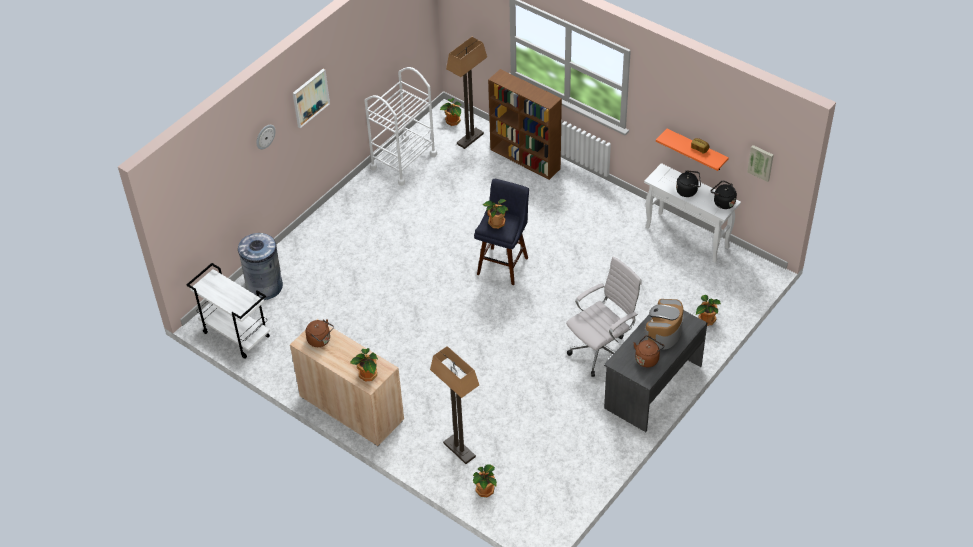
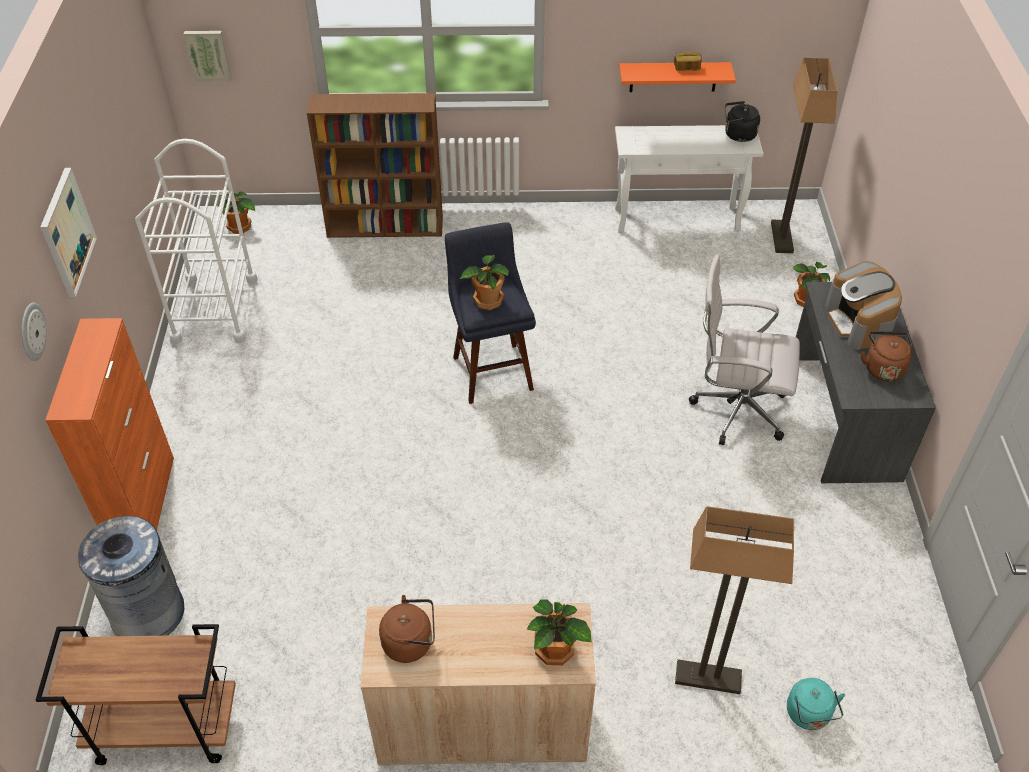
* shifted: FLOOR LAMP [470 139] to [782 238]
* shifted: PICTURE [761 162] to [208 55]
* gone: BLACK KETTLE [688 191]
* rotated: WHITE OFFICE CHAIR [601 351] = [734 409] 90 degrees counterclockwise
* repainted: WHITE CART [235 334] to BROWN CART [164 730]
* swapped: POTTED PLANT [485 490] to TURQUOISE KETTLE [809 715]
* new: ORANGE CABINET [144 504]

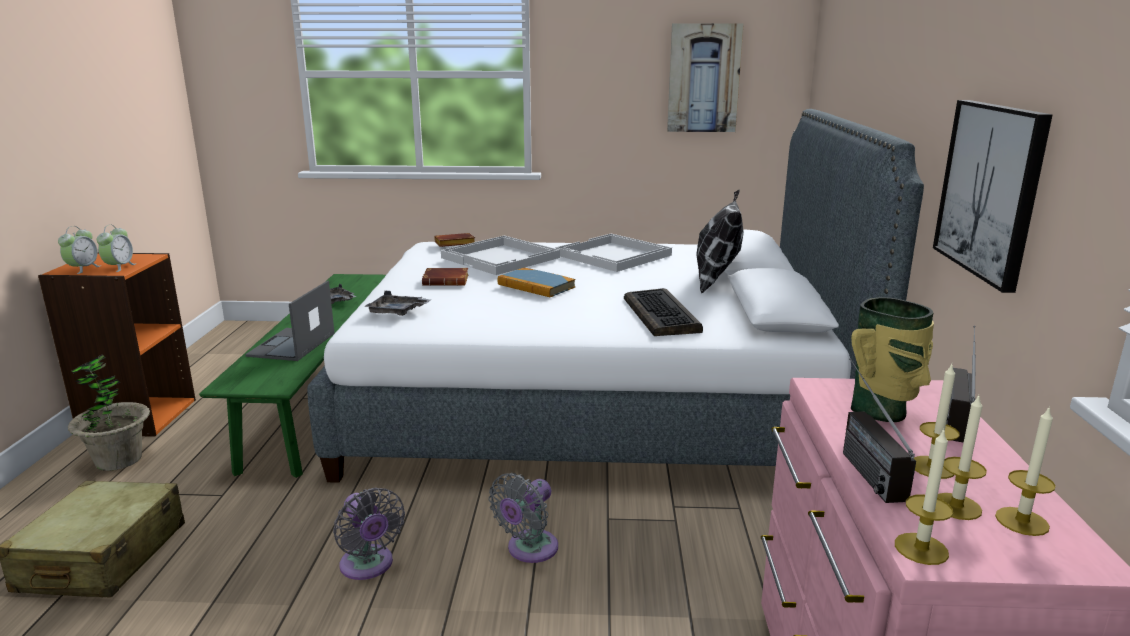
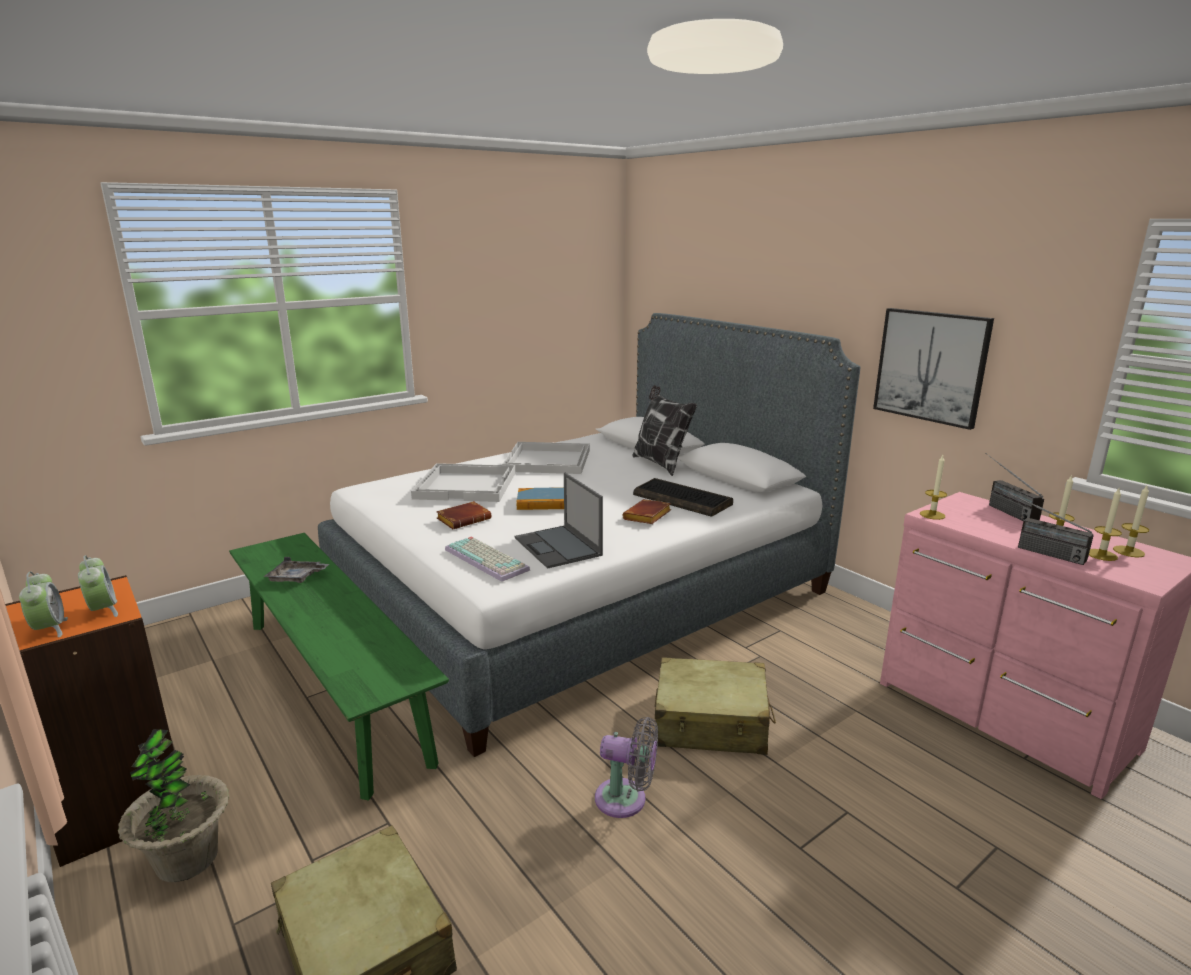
* gone: PICTURE [703 78]
* shifted: BROWN BOOK [454 244] to [648 517]
* shifted: LAPTOP [291 345] to [558 547]
* swapped: GREY TRAY [397 312] to KEYBOARD [488 559]
* gone: VASE [881 412]
* shifted: CANDLE [921 548] to [932 515]
* swapped: GREY FAN [529 550] to BEIGE SUITCASE [711 722]

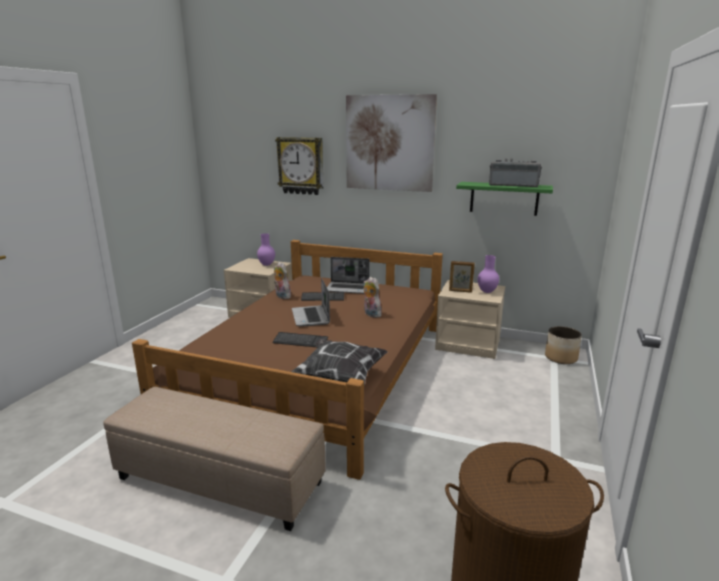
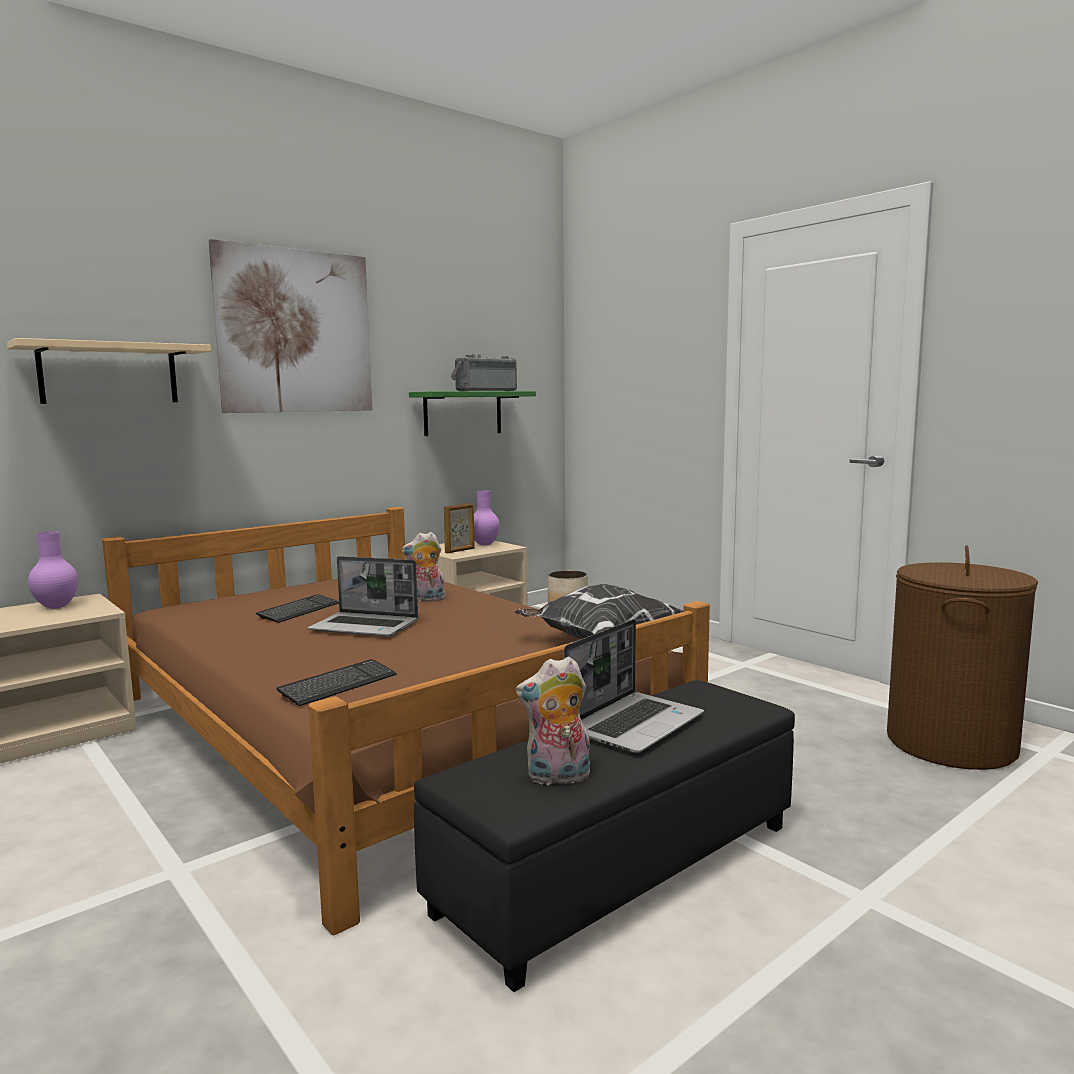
* swapped: WALL CLOCK [301 165] to BEIGE SHELF [109 374]
* shifted: LAPTOP [348 288] to [634 724]
* shifted: PLUSH TOY [281 296] to [557 778]
* shifted: KEYBOARD [300 341] to [338 685]
* repainted: BEIGE OTTOMAN [220 479] to BLACK OTTOMAN [618 867]

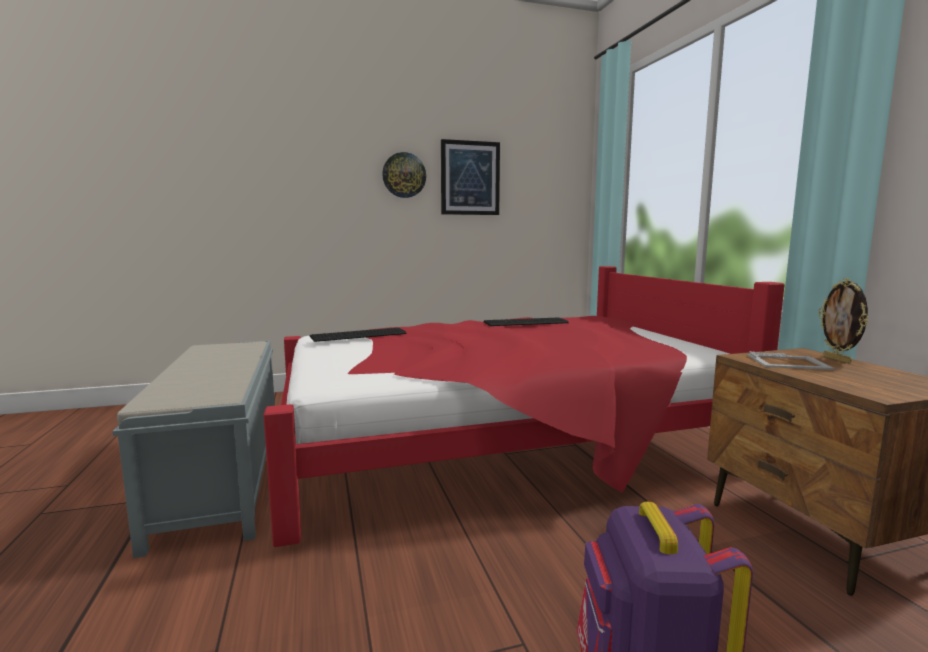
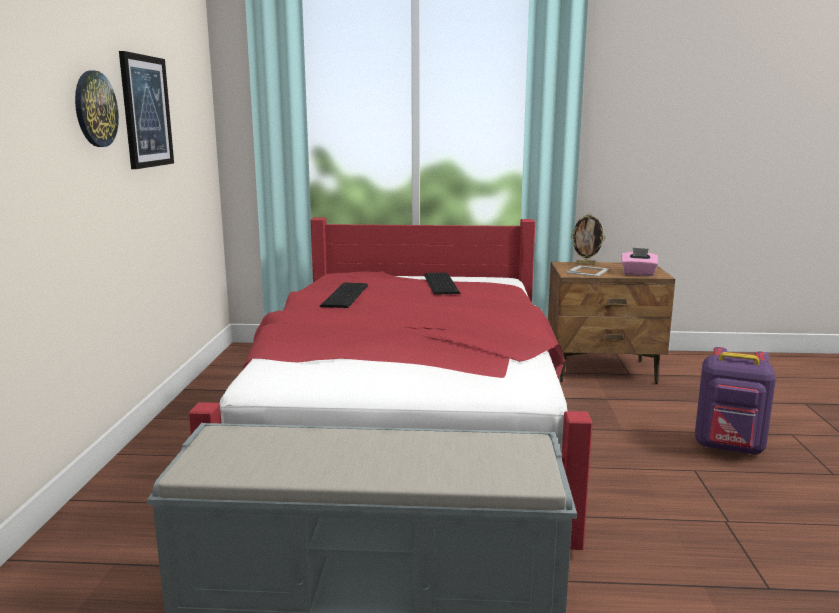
* shifted: KEYBOARD [360 335] to [442 283]
* new: PINK TISSUE BOX [638 274]

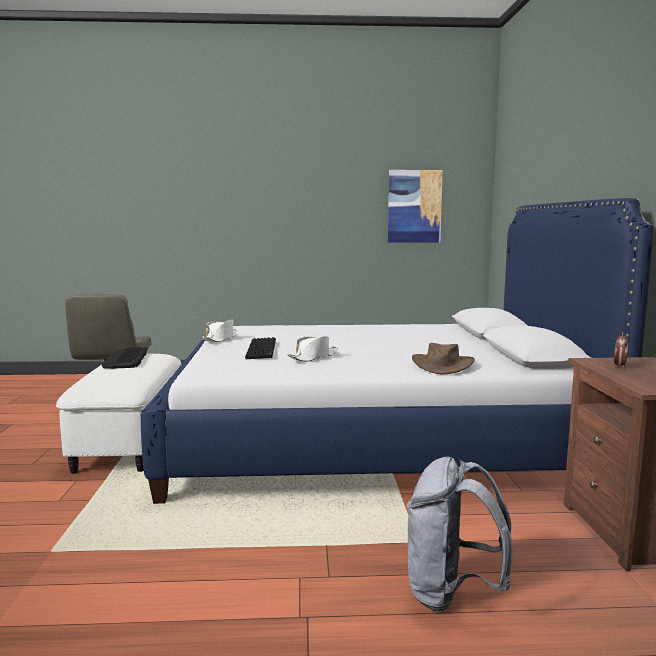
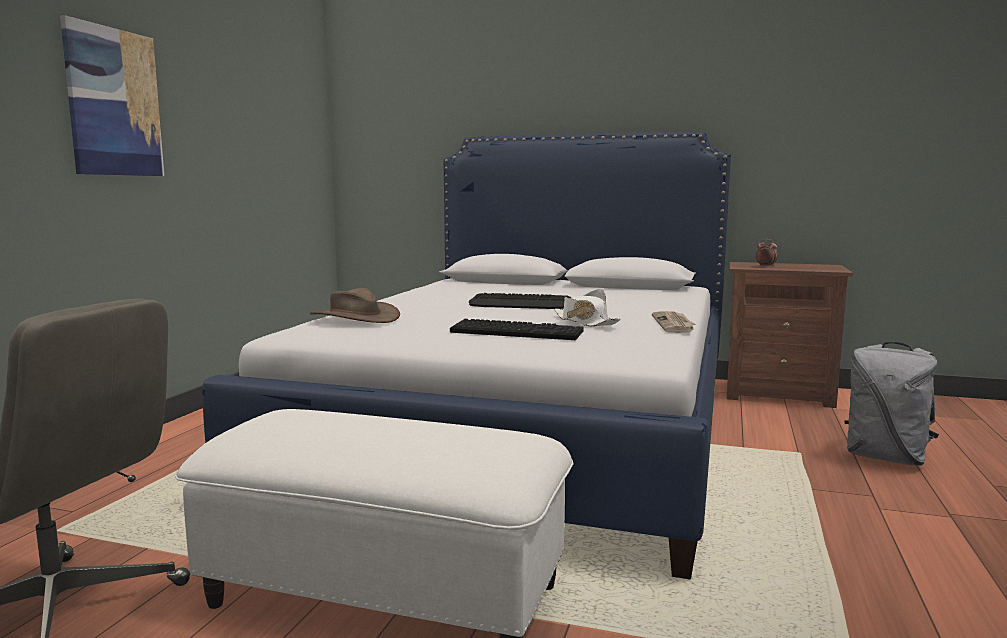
* shifted: PICTURE [414 206] to [114 102]
* gone: WHITE HAT [220 338]
* shifted: BROWN HAT [442 365] to [355 317]
* shifted: KEYBOARD [125 359] to [521 304]
* new: NEWSPAPER [674 324]

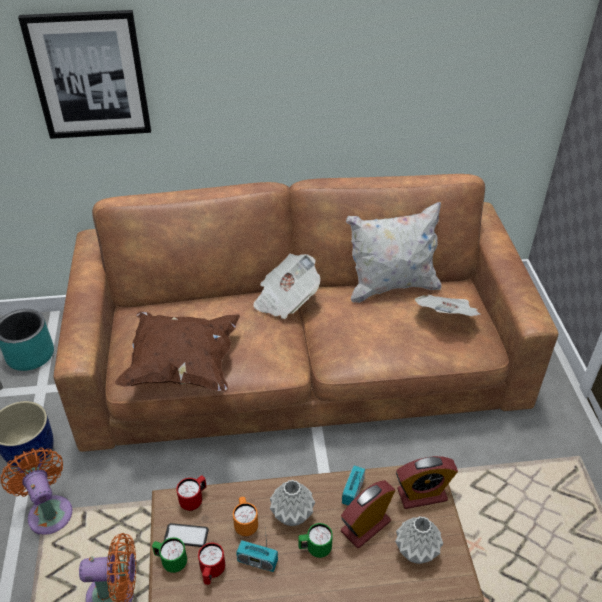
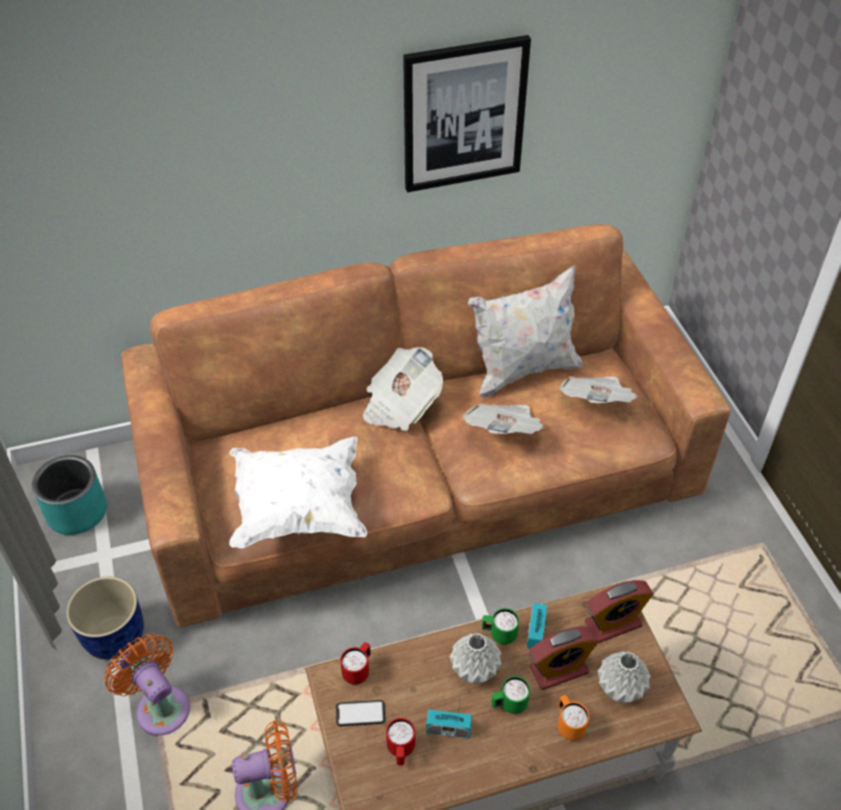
* shifted: PICTURE [89 76] to [464 114]
* repainted: BROWN PILLOW [182 366] to WHITE PILLOW [298 509]
* rotated: ALARM CLOCK [365 526] = [559 669] 150 degrees counterclockwise
* shifted: ORANGE MUG [245 524] to [568 725]
* shifted: GREEN MUG [171 562] to [499 634]
* new: NEWSPAPER [504 432]

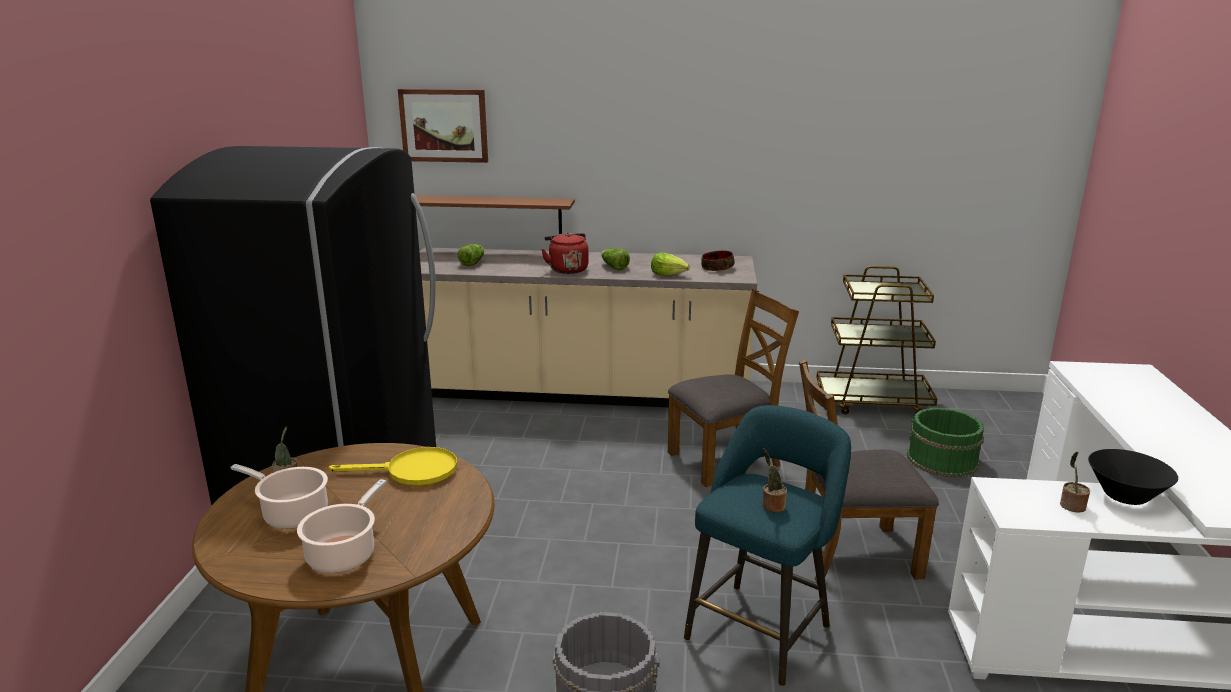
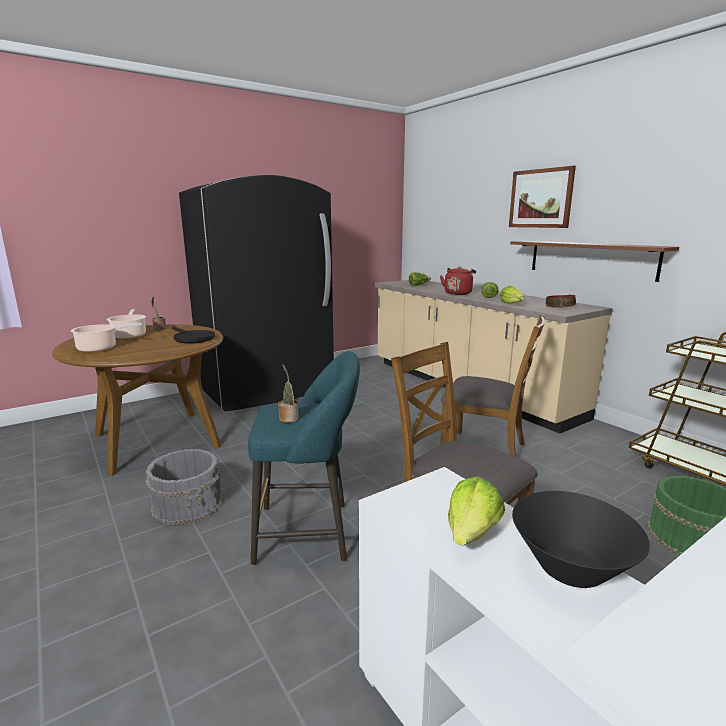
* shifted: PICTURE [444 125] to [541 198]
* shifted: BROWN SHELF [486 214] to [590 259]
* repainted: YELLOW FRYING PAN [412 471] to BLACK FRYING PAN [191 338]
* swapped: POTTED PLANT [1071 506] to LETTUCE [472 532]

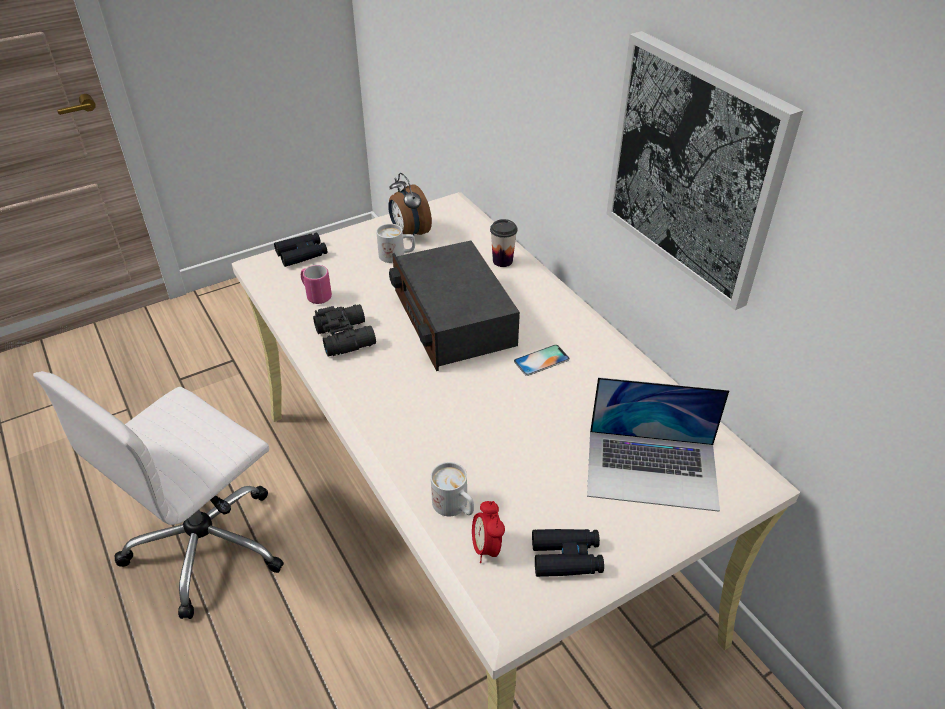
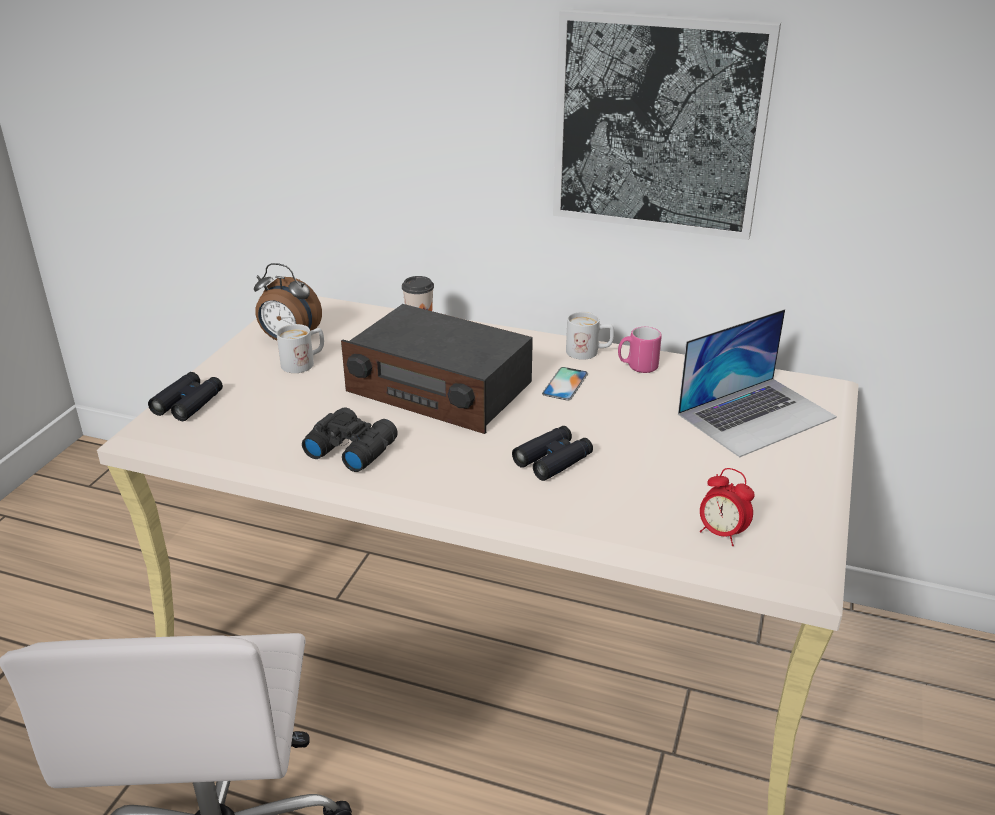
* shifted: PINK MUG [316 295] to [637 367]
* shifted: WHITE MUG [455 507] to [589 352]
* shifted: BLACK BINOCULARS [566 557] to [553 460]

